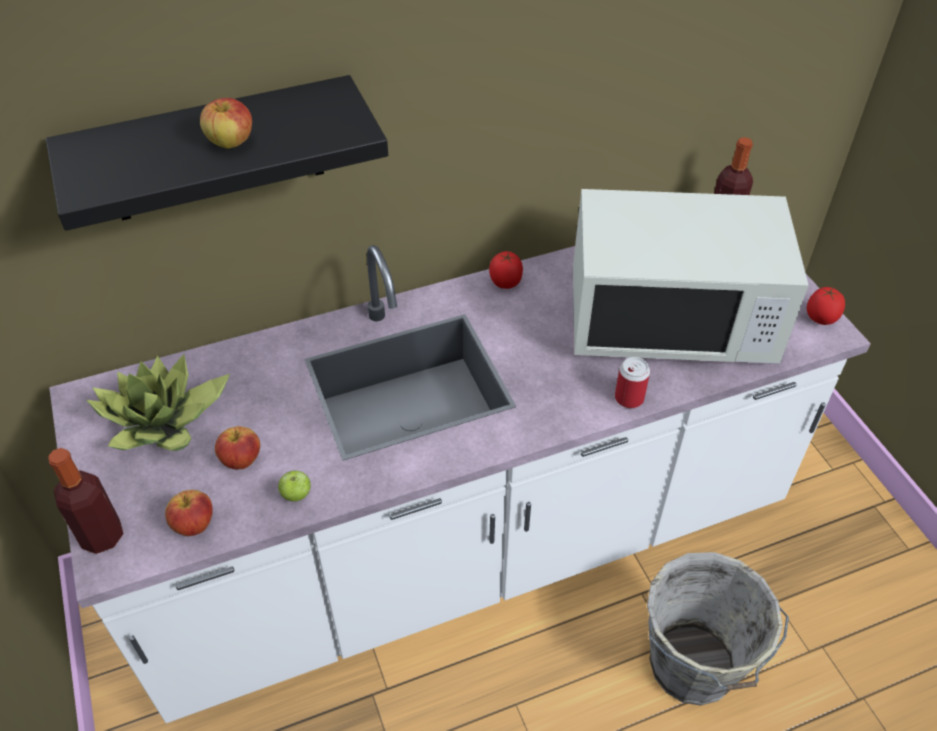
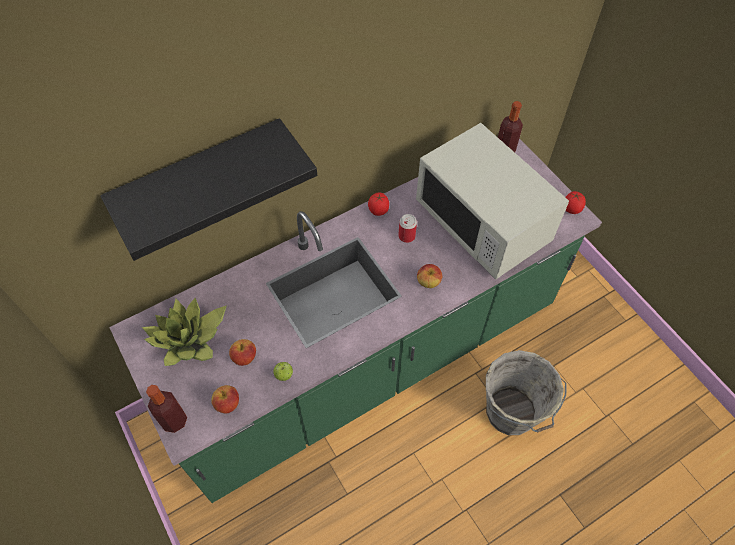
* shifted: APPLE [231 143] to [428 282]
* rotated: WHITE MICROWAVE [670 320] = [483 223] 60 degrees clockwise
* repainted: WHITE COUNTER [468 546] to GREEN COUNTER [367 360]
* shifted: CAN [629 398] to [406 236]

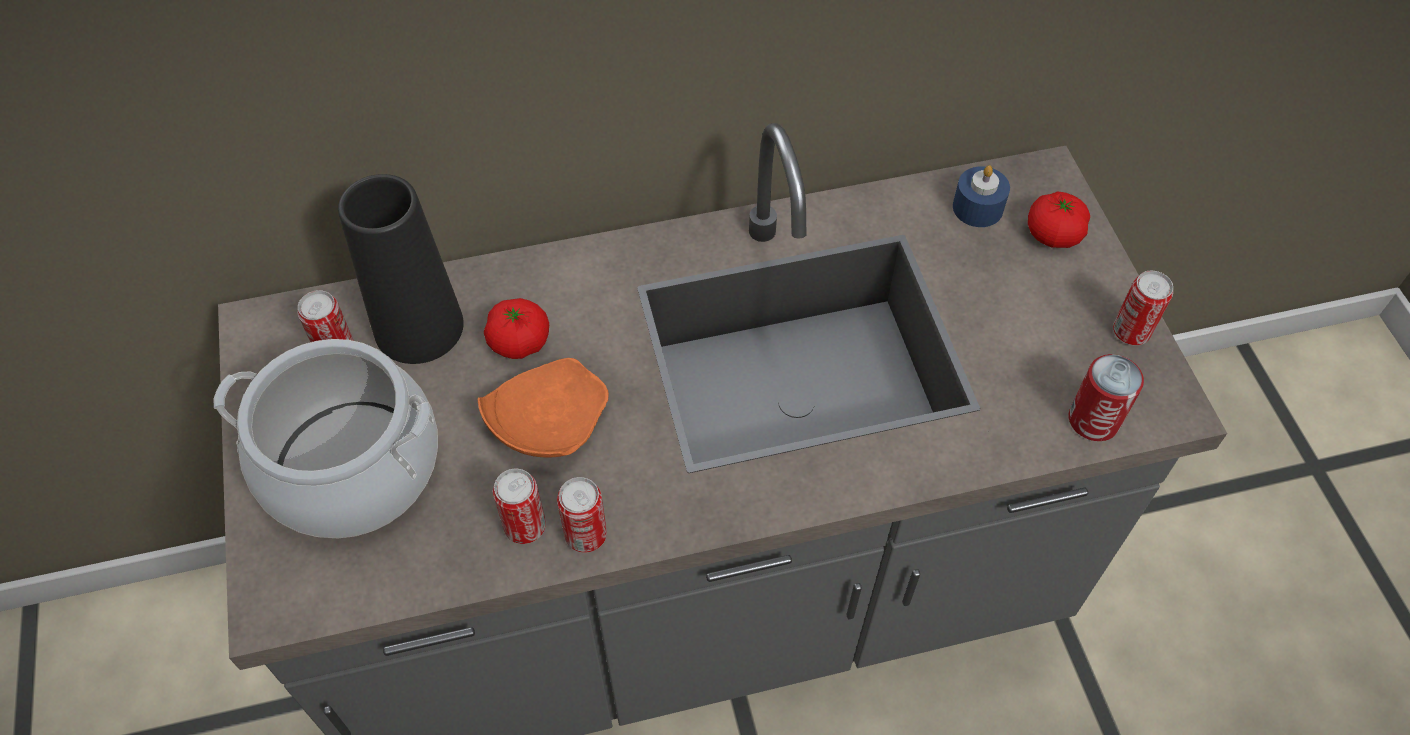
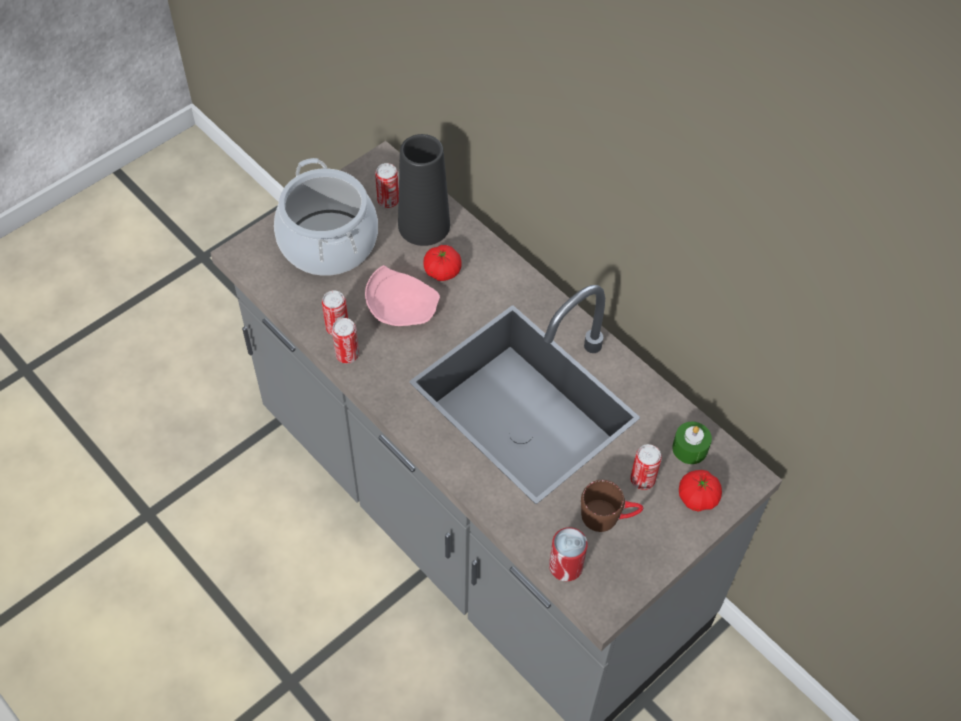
* repainted: BLUE CANDLE [977 208] to GREEN CANDLE [690 448]
* shifted: CAN [1131 332] to [642 480]
* repainted: ORANGE PLATE [546 422] to PINK PLATE [401 307]
* new: BROWN MUG [609 516]

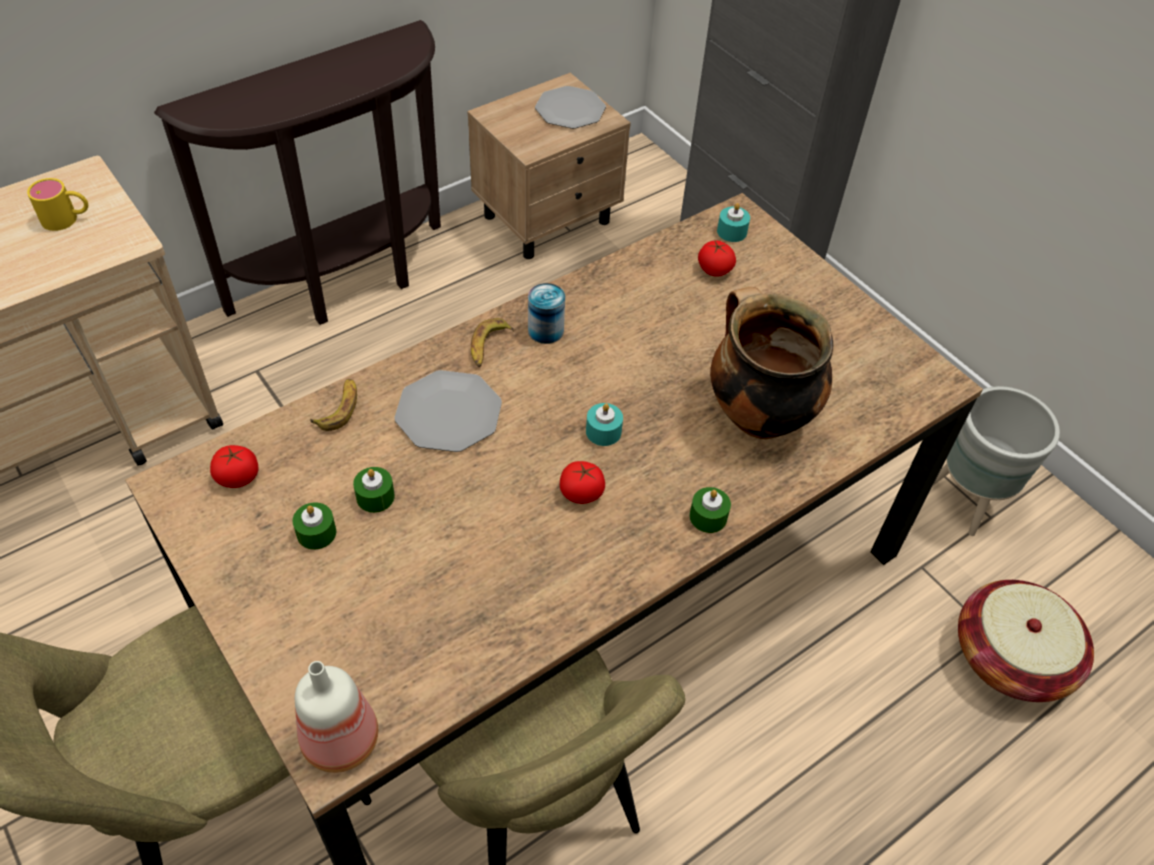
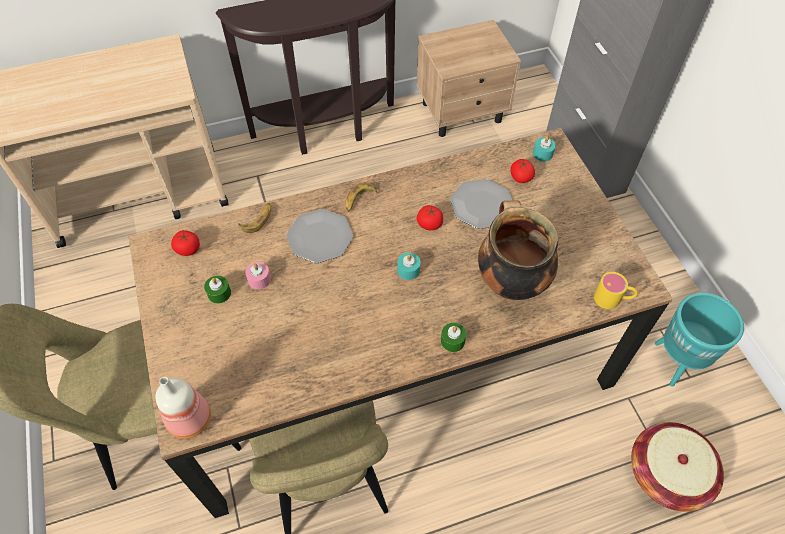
* shifted: PLATE [570 109] to [482 205]
* shifted: YELLOW MUG [67 219] to [613 299]
* gone: CAN [545 330]
* repainted: GREY PLANTER [968 502] to TURQUOISE PLANTER [677 363]
* shifted: TOMATO [581 493] to [429 224]
* repainted: GREEN CANDLE [375 497] to PINK CANDLE [259 279]

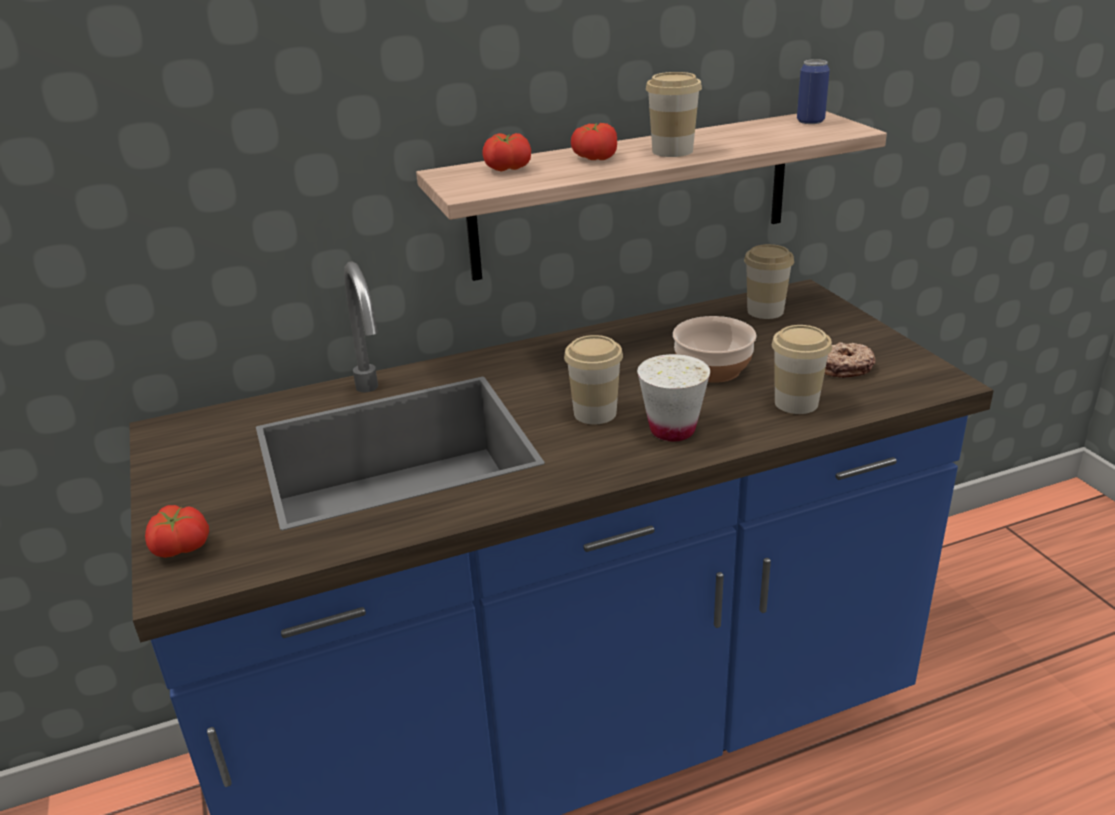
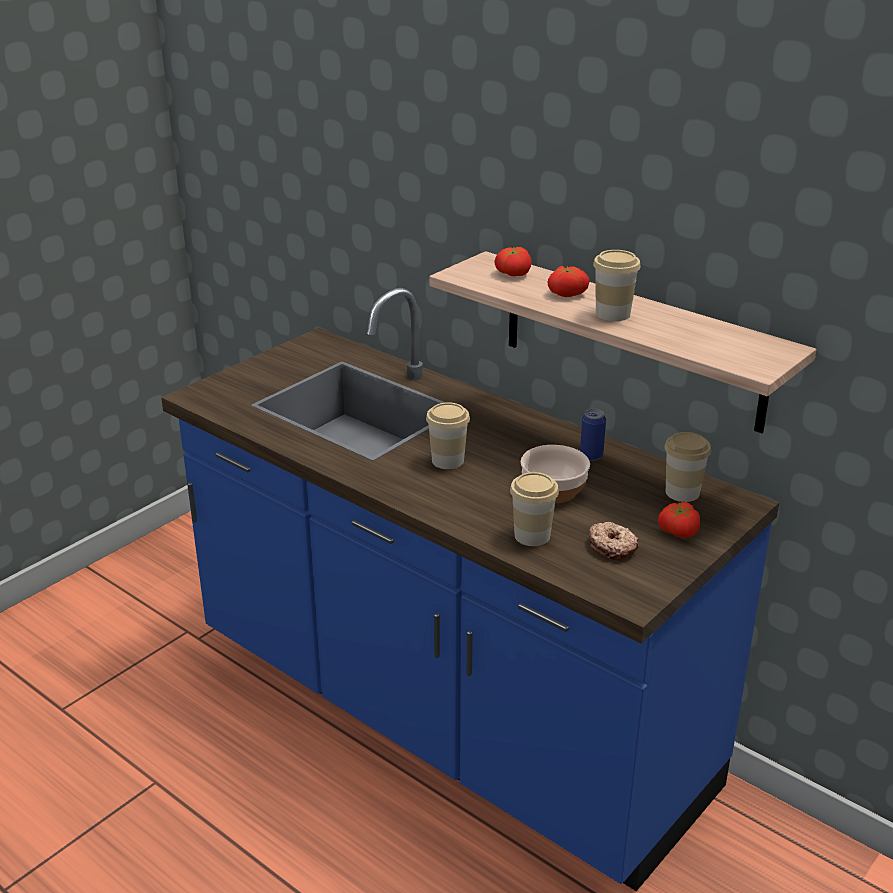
* shifted: CAN [810 121] to [591 455]
* gone: WHITE CUP [672 430]
* shifted: TOMATO [180 548] to [677 531]

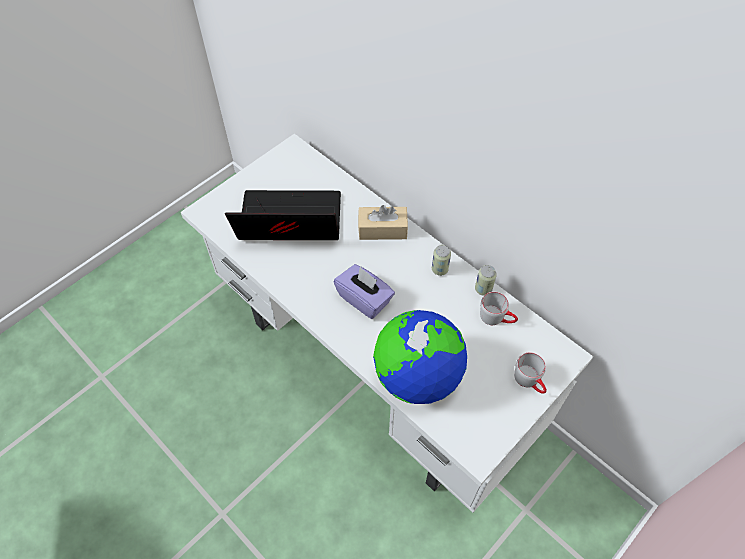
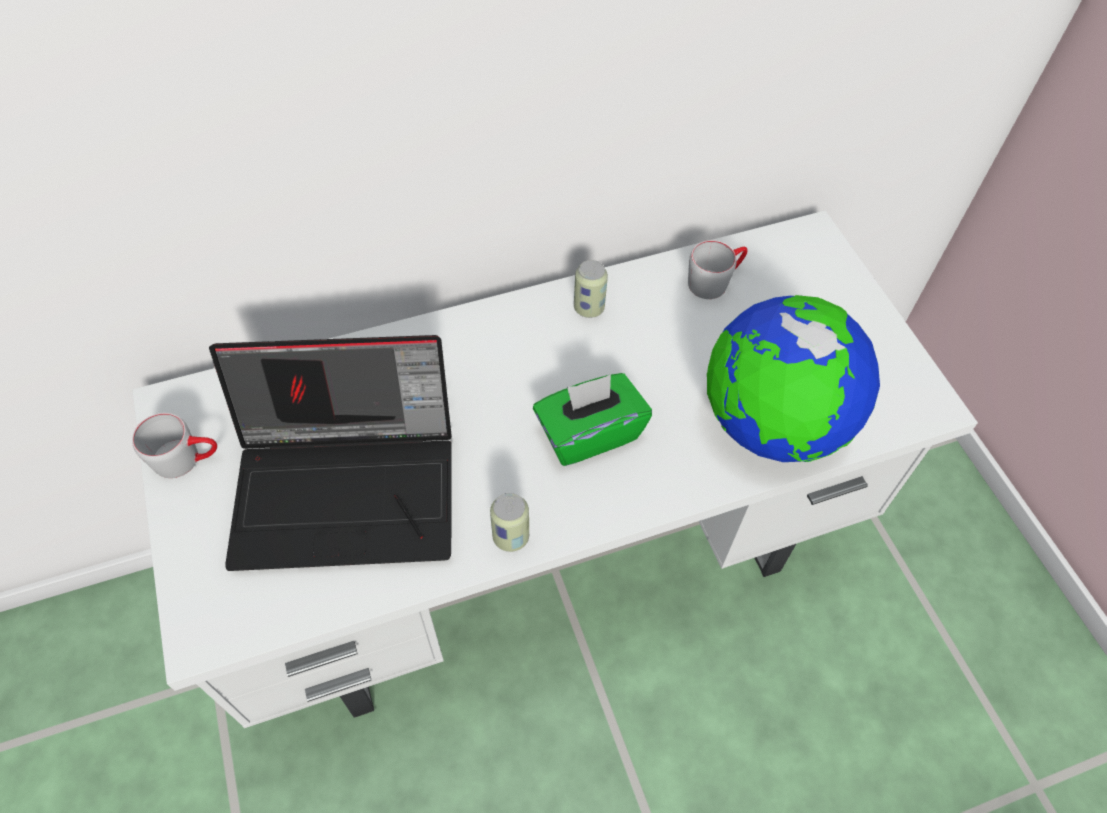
* rotated: LAPTOP [288 224] = [350 486] 120 degrees counterclockwise
* gone: BEIGE TISSUE BOX [382 229]
* repainted: PURPLE TISSUE BOX [364 299] to GREEN TISSUE BOX [589 433]
* shifted: CAN [483 289] to [511 537]
* shifted: GREY MUG [530 381] to [187 458]

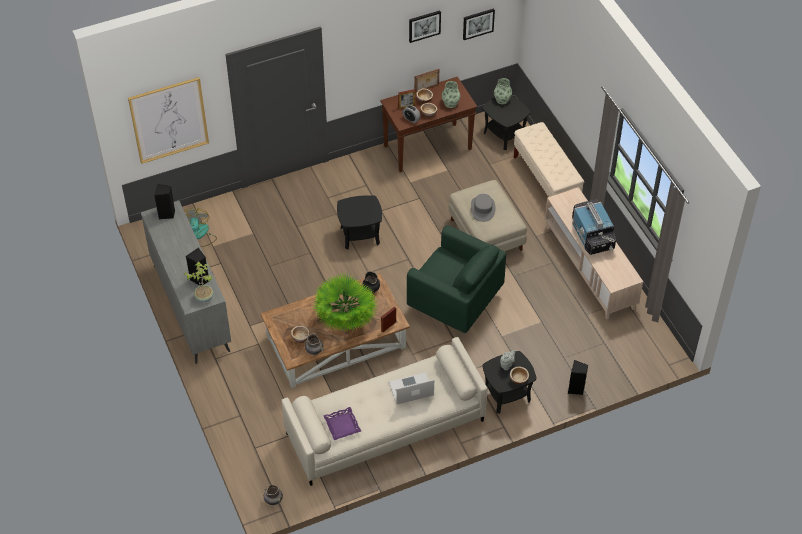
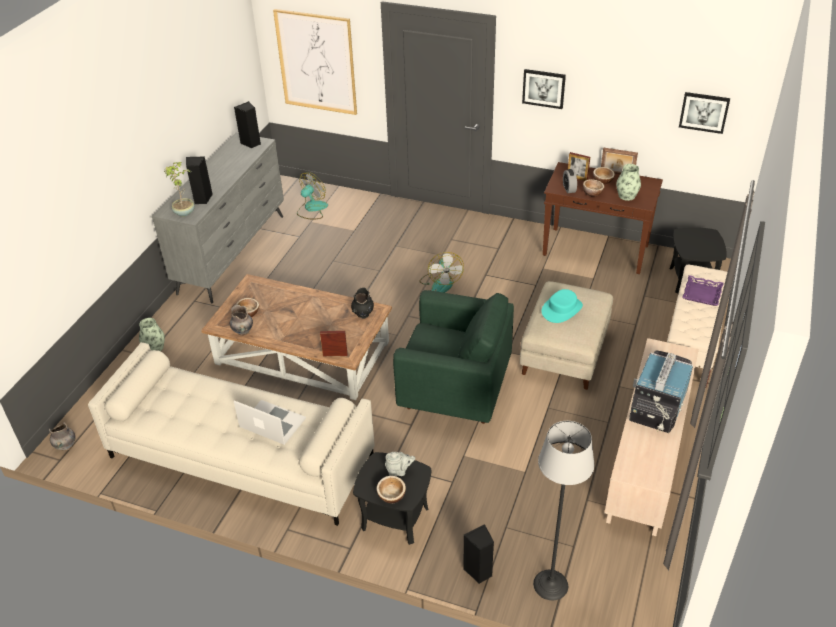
* shifted: PICTURE [424 25] to [543 88]
* shifted: VASE [502 100] to [155 348]
* repainted: GREY HAT [483 209] to TURQUOISE HAT [562 309]
* swapped: BLACK SIDE TABLE [360 235] to FAN [440 283]
* rotated: GREEN ARMCHAIR [455 303] = [454 393] 60 degrees counterclockwise
* gone: POTTED PLANT [346 322]
* shifted: PURPLE TRAY [342 425] to [702 294]
* new: FLOOR LAMP [550 585]

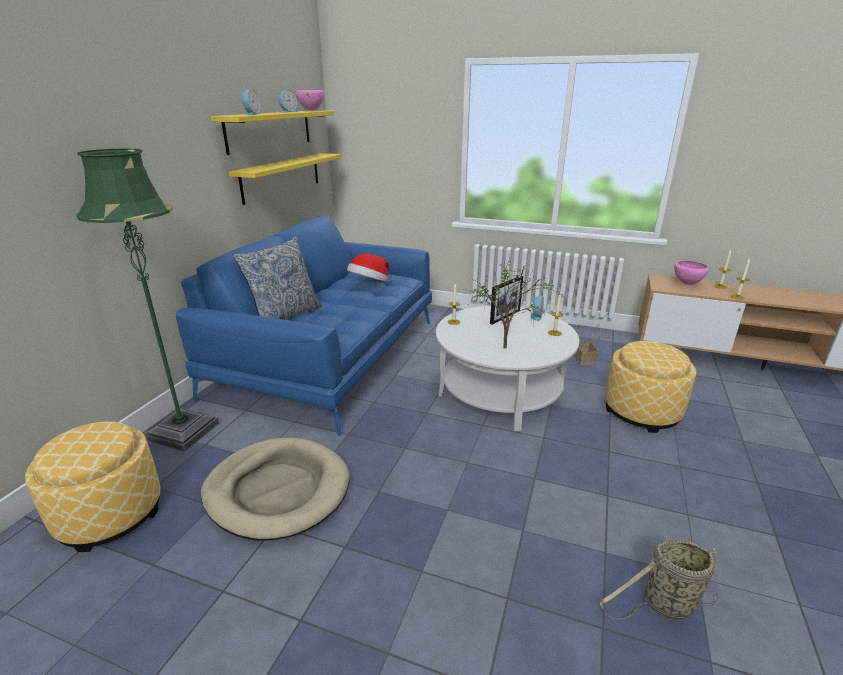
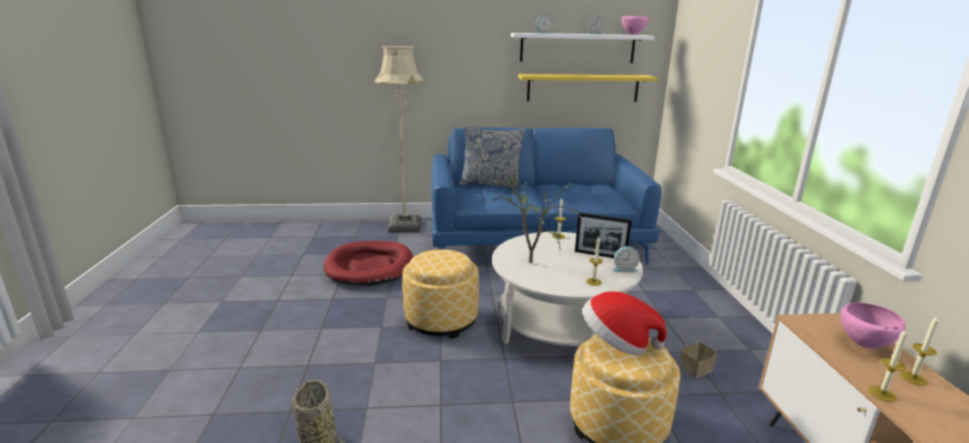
* repainted: YELLOW SHELF [270 130] to WHITE SHELF [577 48]
* repainted: GREEN FLOOR LAMP [184 431] to BEIGE FLOOR LAMP [405 226]
* shifted: HAT [369 284] to [617 343]
* shifted: OTTOMAN [110 514] to [441 319]
* repainted: BEIGE DOG BED [278 490] to RED DOG BED [370 266]

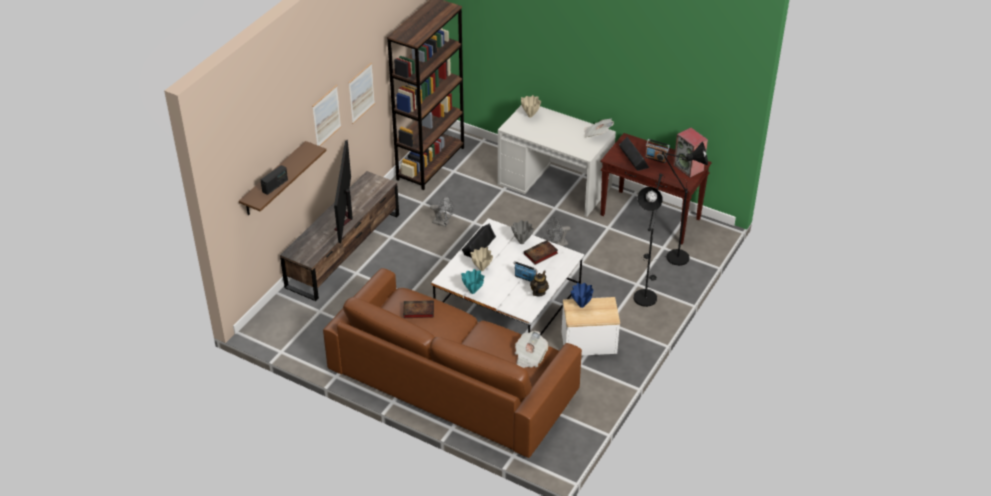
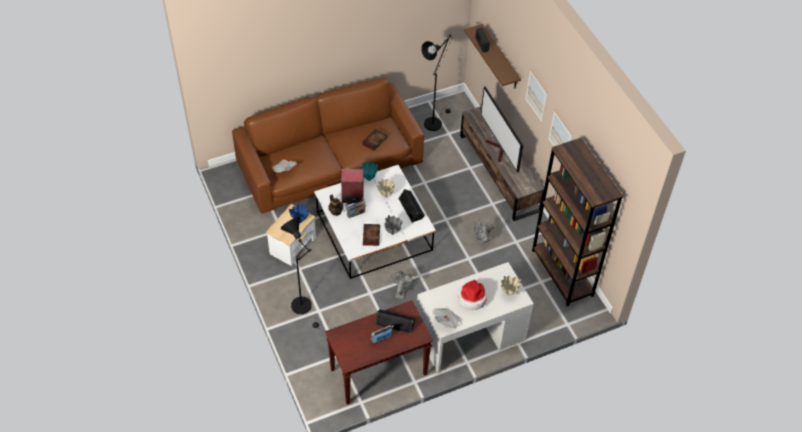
* shifted: SPEAKER [689 168] to [352 197]
* rotated: TELEVISION [344 219] = [498 150] 150 degrees counterclockwise
* shifted: BLACK FLOOR LAMP [673 258] to [434 121]
* new: HAT [471 298]

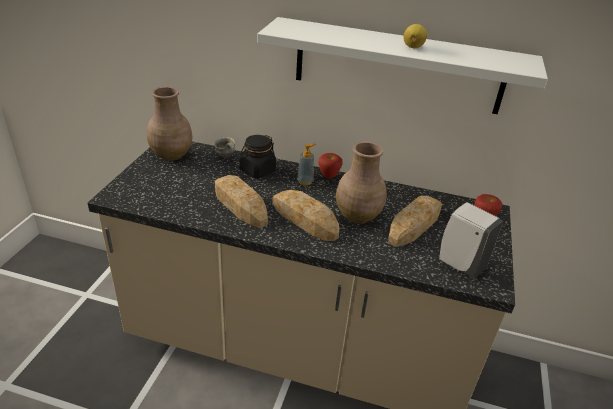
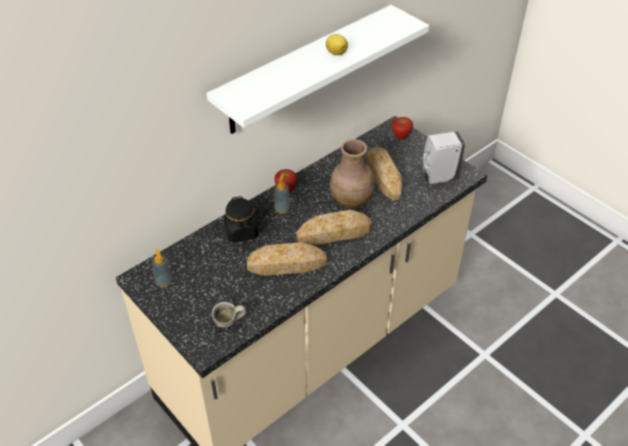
* swapped: BROWN VASE [172 155] to SOAP DISPENSER [164 282]
* shifted: GREY MUG [225 157] to [228 324]

